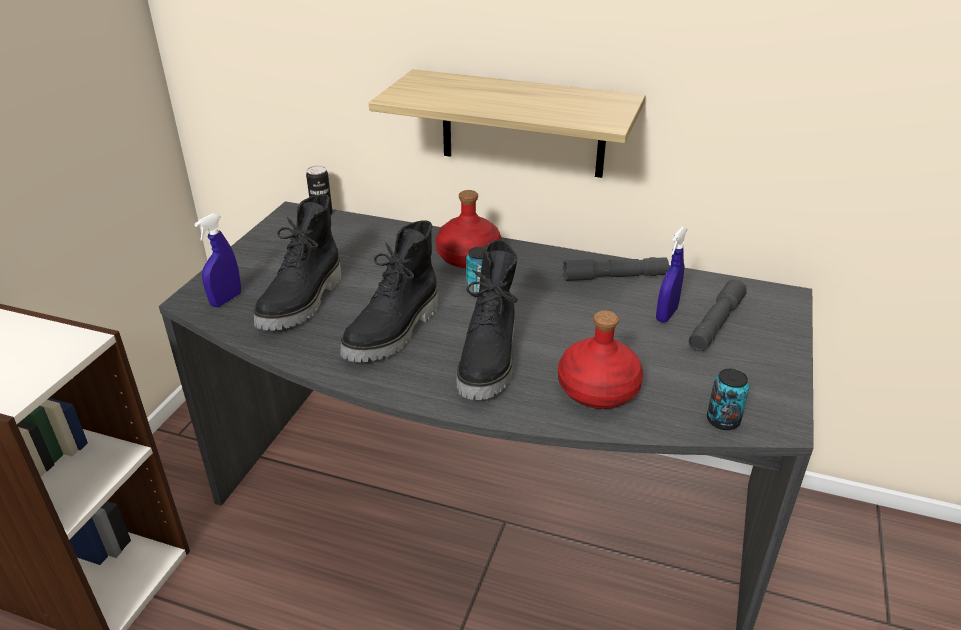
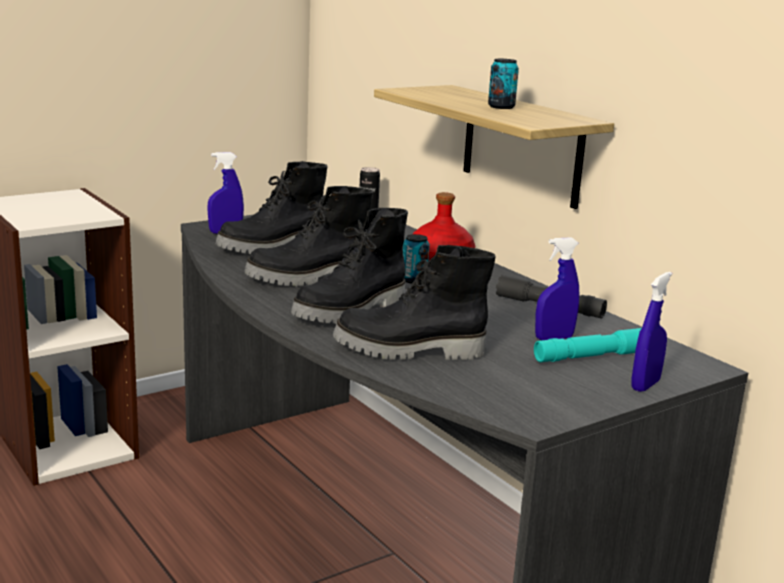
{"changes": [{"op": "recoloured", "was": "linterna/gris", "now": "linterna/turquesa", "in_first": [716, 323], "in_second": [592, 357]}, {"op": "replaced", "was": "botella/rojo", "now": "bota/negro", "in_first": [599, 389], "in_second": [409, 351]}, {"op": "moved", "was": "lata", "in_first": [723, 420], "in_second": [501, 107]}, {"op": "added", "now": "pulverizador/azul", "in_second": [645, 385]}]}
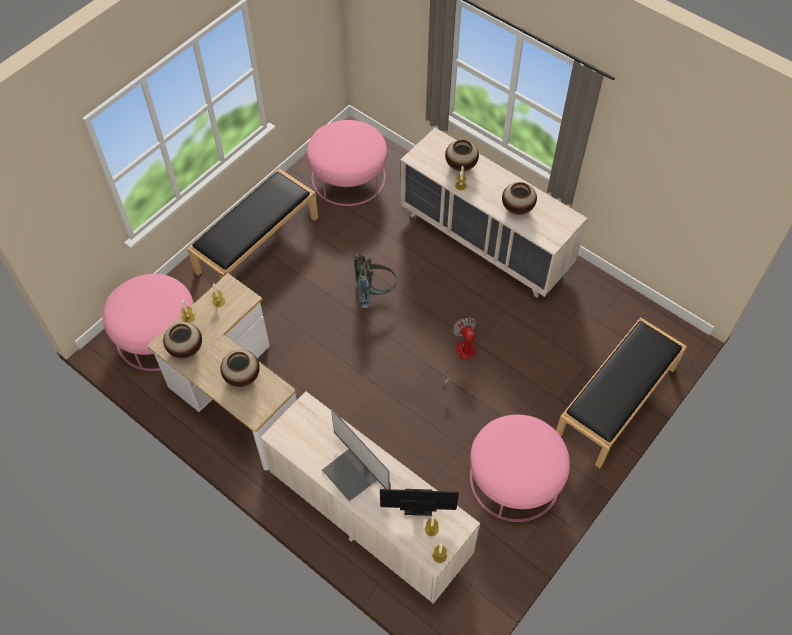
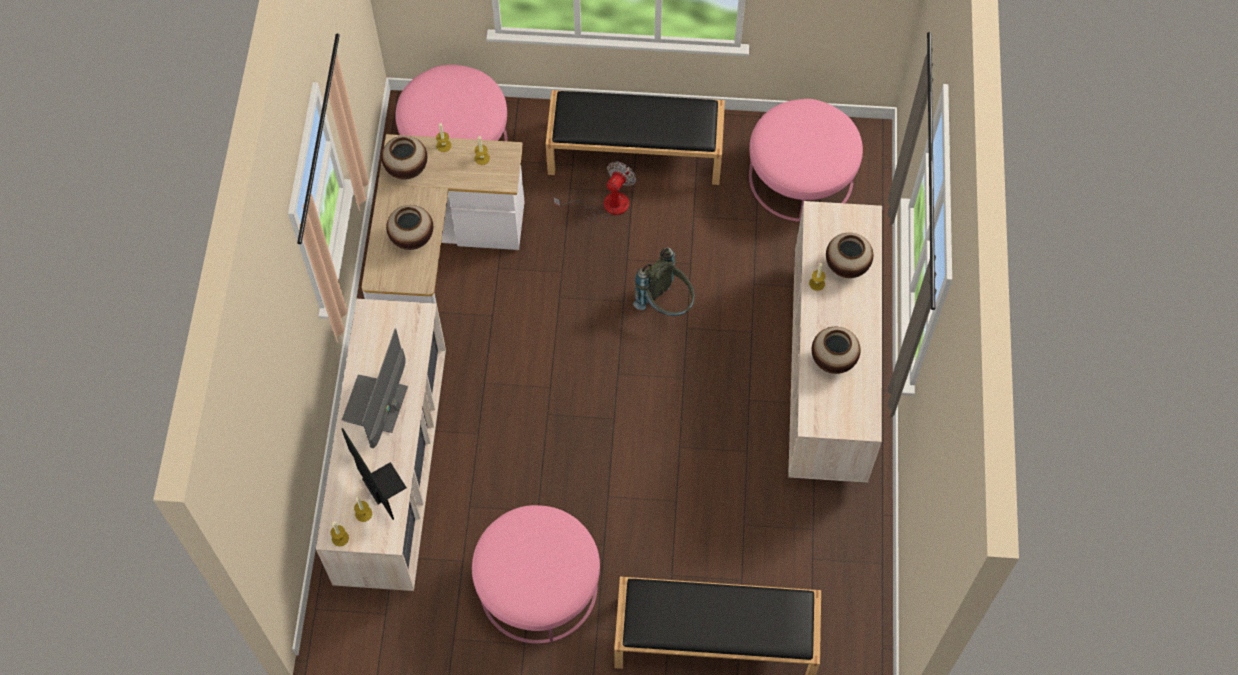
{"changes": [{"op": "moved", "was": "ventilador", "in_first": [462, 356], "in_second": [606, 205]}]}
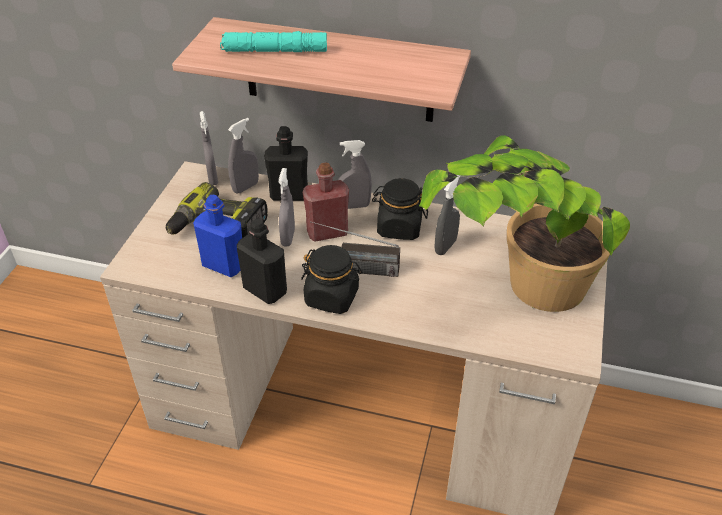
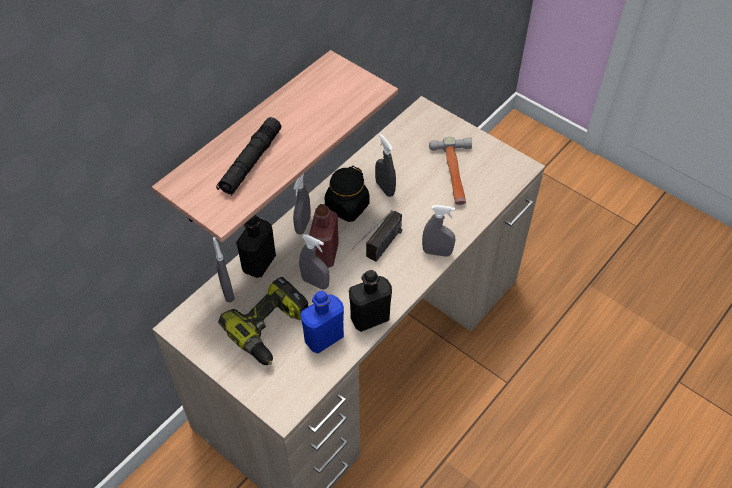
{"changes": [{"op": "recoloured", "was": "linterna/turquesa", "now": "linterna/negro", "in_first": [274, 51], "in_second": [250, 162]}, {"op": "moved", "was": "pulverizador/gris", "in_first": [212, 178], "in_second": [437, 252]}, {"op": "replaced", "was": "planta en maceta", "now": "martillo", "in_first": [512, 296], "in_second": [454, 174]}, {"op": "removed", "was": "tarro/negro", "in_first": [332, 297]}]}
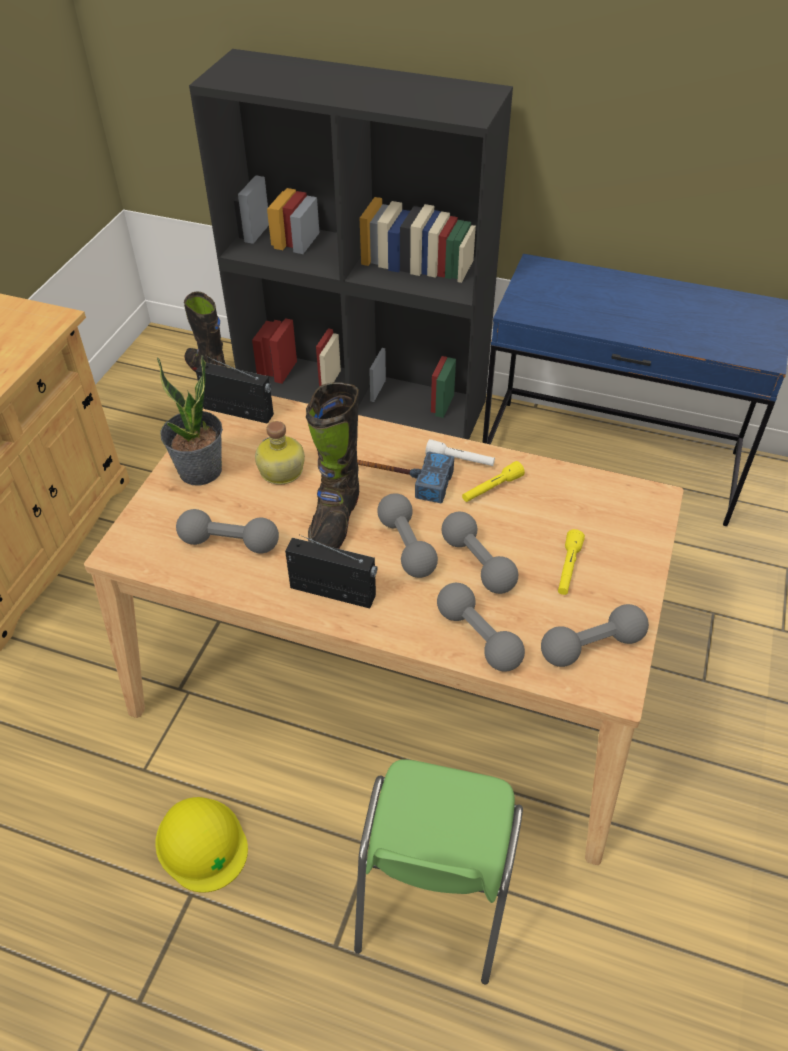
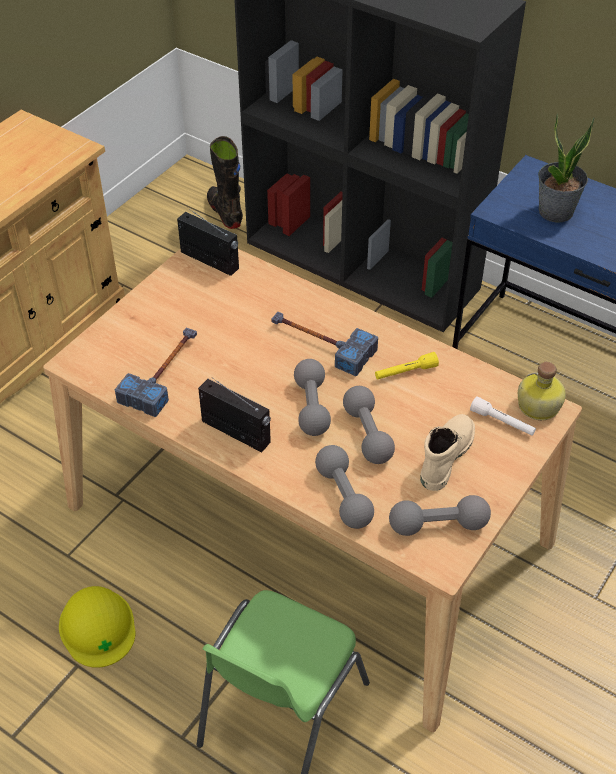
{"changes": [{"op": "moved", "was": "planta en maceta", "in_first": [200, 471], "in_second": [555, 212]}, {"op": "removed", "was": "bota/negro", "in_first": [334, 520]}, {"op": "moved", "was": "botella", "in_first": [280, 471], "in_second": [537, 407]}, {"op": "moved", "was": "linterna/blanco", "in_first": [460, 460], "in_second": [502, 422]}, {"op": "replaced", "was": "mancuerna/gris", "now": "martillo", "in_first": [229, 543], "in_second": [165, 373]}, {"op": "replaced", "was": "linterna/amarillo", "now": "bota/beis", "in_first": [568, 568], "in_second": [445, 455]}]}
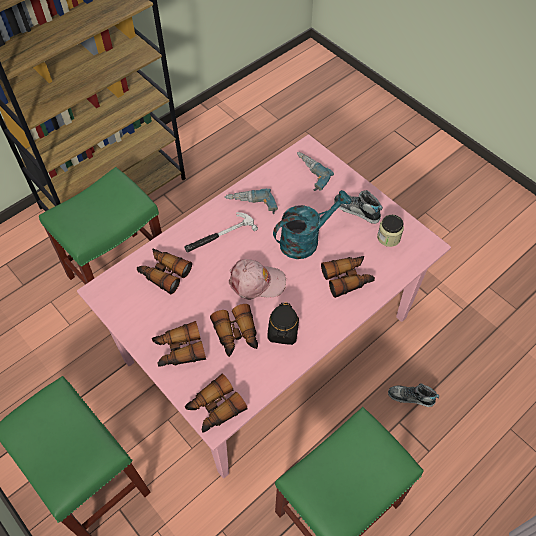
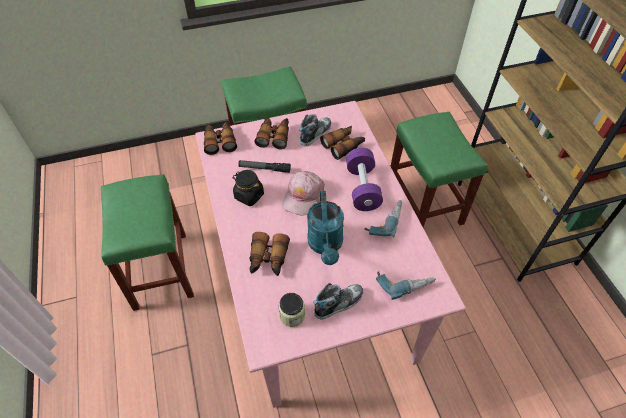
{"changes": [{"op": "replaced", "was": "martillo", "now": "mancuerna/morado", "in_first": [219, 235], "in_second": [362, 188]}, {"op": "replaced", "was": "prismáticos", "now": "linterna", "in_first": [236, 335], "in_second": [264, 168]}, {"op": "moved", "was": "zapato", "in_first": [411, 397], "in_second": [315, 134]}]}
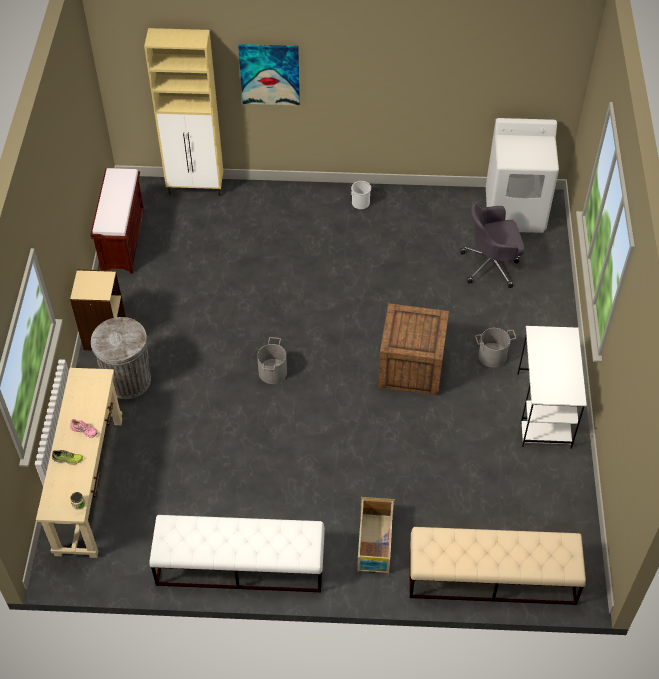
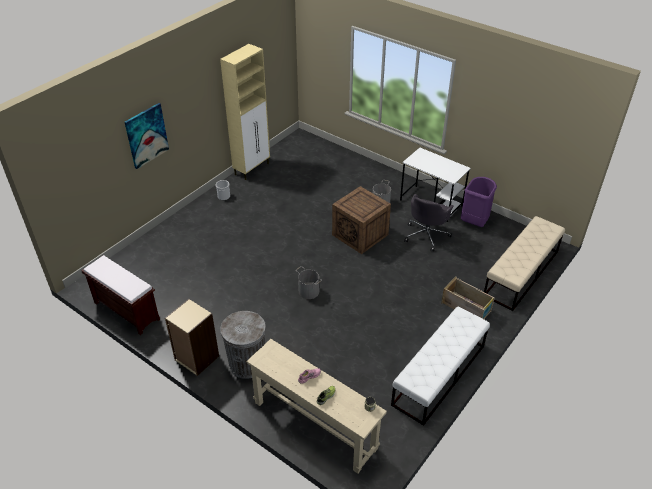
{"changes": [{"op": "moved", "was": "armario/beis", "in_first": [196, 188], "in_second": [252, 169]}, {"op": "removed", "was": "lavadora/blanco", "in_first": [515, 211]}, {"op": "moved", "was": "silla de oficina/gris", "in_first": [491, 265], "in_second": [426, 235]}, {"op": "added", "now": "papelera/morado", "in_second": [474, 222]}]}
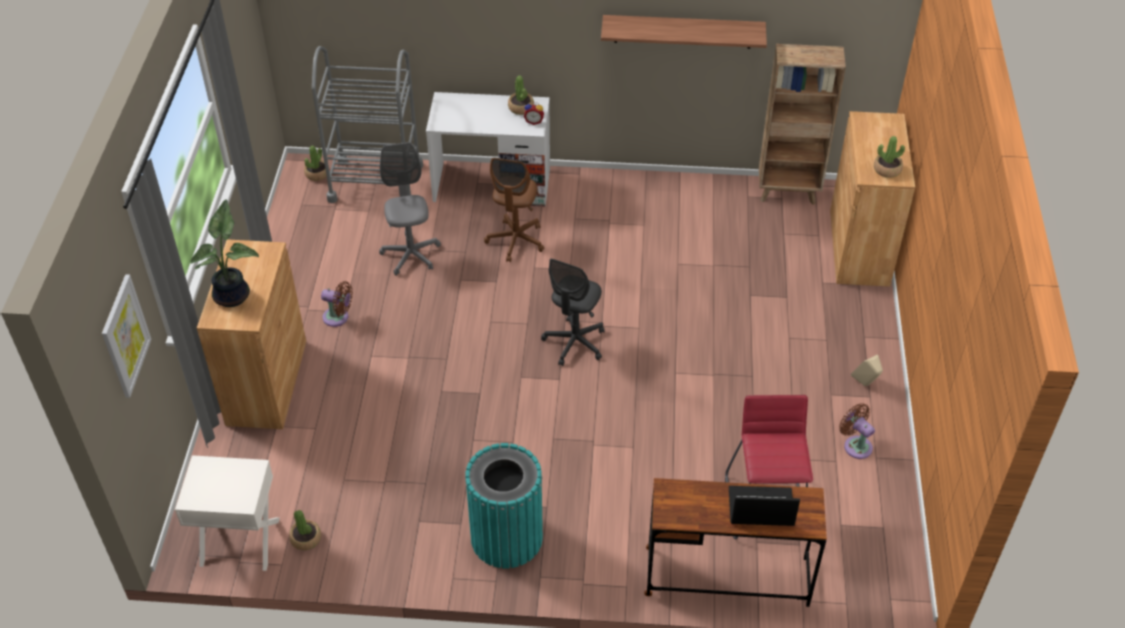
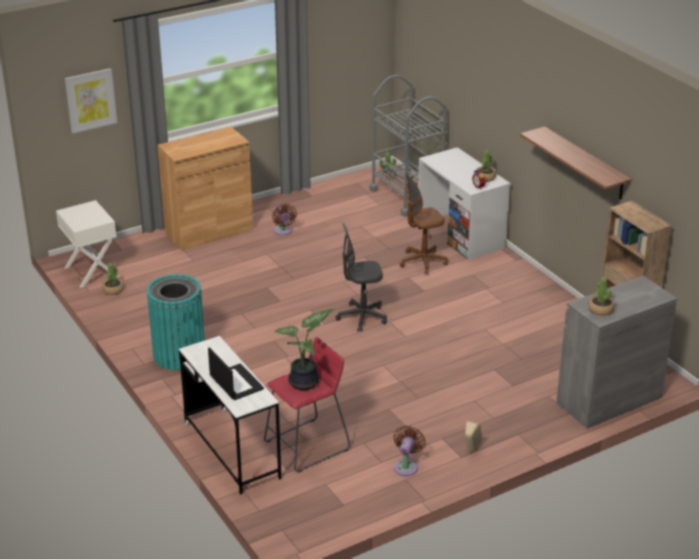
{"changes": [{"op": "recoloured", "was": "armario/marrón", "now": "armario/gris", "in_first": [859, 247], "in_second": [608, 400]}, {"op": "removed", "was": "silla de oficina/gris", "in_first": [411, 255]}, {"op": "moved", "was": "planta en maceta", "in_first": [234, 295], "in_second": [305, 383]}, {"op": "recoloured", "was": "escritorio/marrón", "now": "escritorio/blanco", "in_first": [727, 576], "in_second": [231, 450]}]}
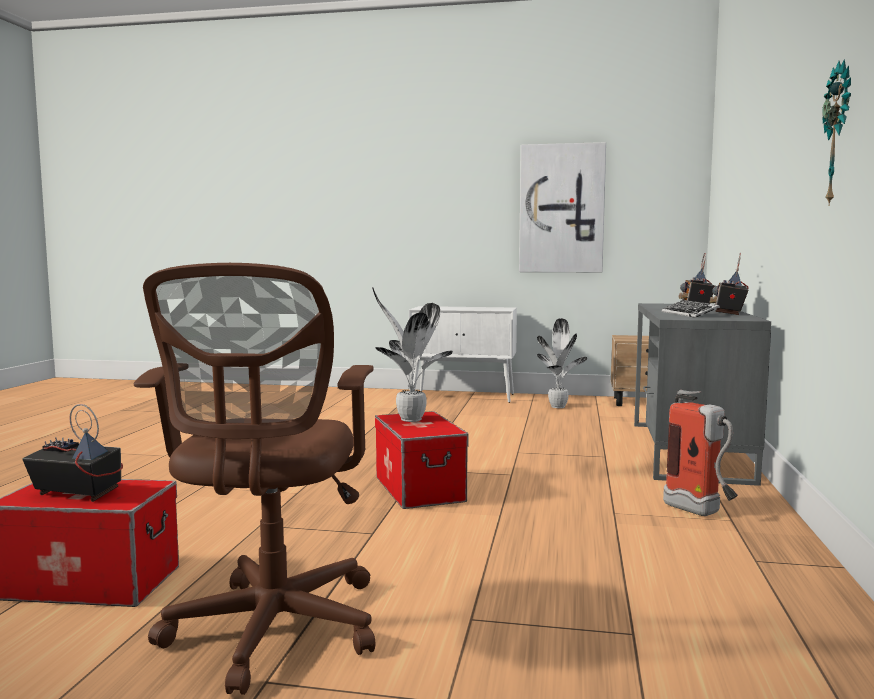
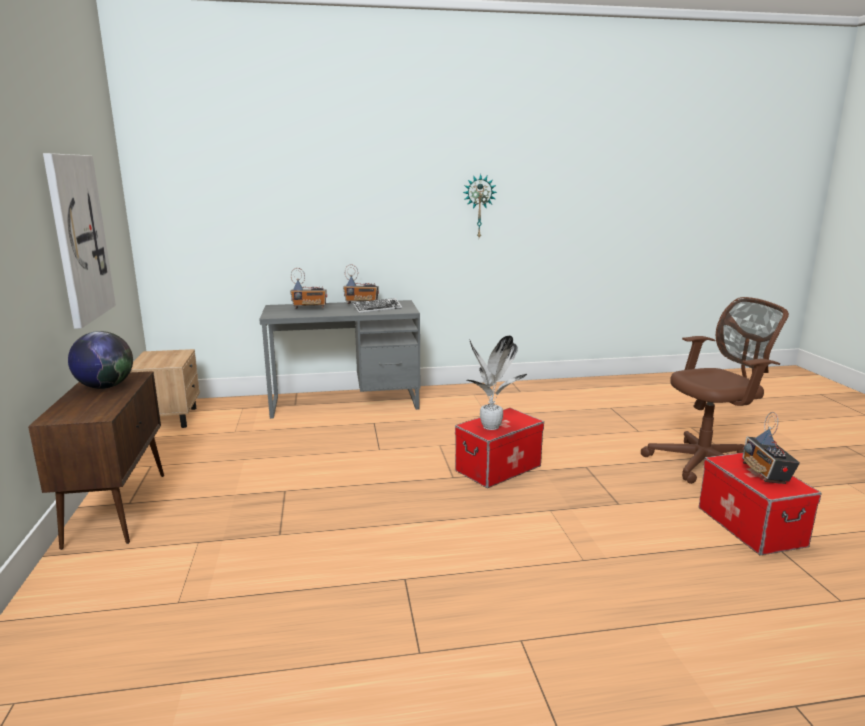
{"changes": [{"op": "recoloured", "was": "armario/blanco", "now": "armario/marrón", "in_first": [464, 396], "in_second": [117, 508]}, {"op": "removed", "was": "planta en maceta", "in_first": [558, 406]}, {"op": "removed", "was": "extintor", "in_first": [700, 512]}, {"op": "added", "now": "globo terráqueo", "in_second": [105, 387]}]}
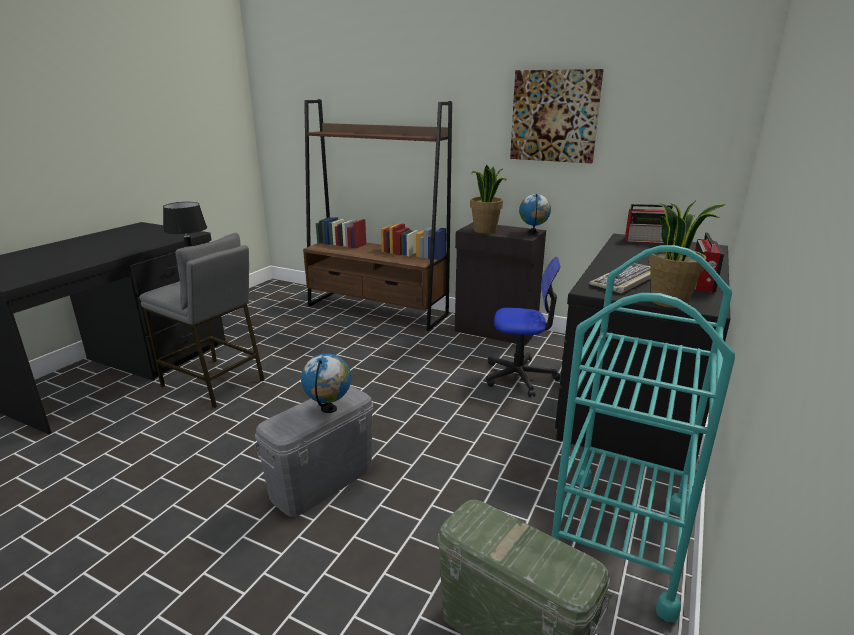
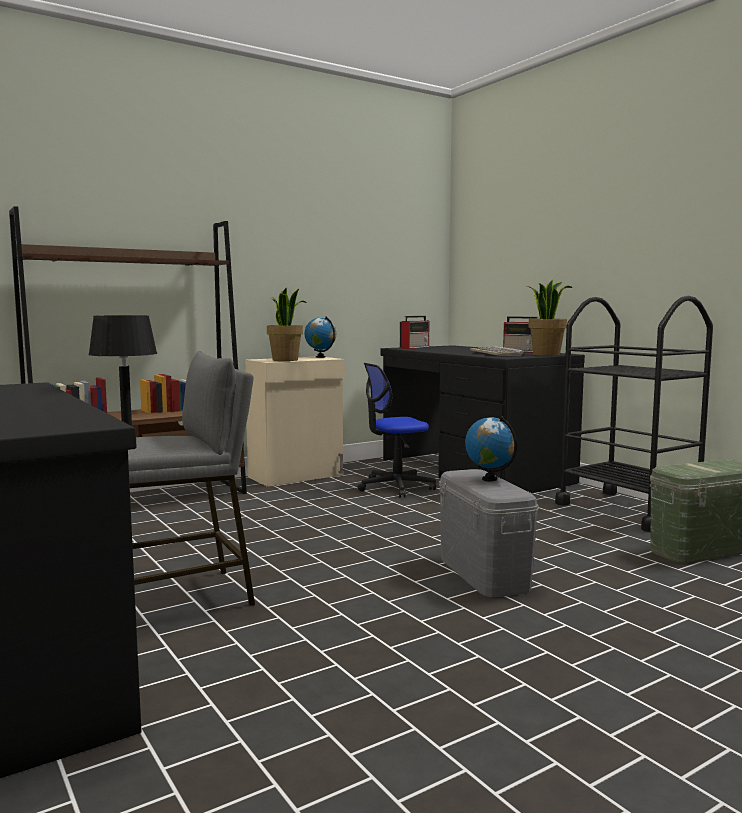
{"changes": [{"op": "removed", "was": "cuadro", "in_first": [554, 116]}, {"op": "recoloured", "was": "armario/negro", "now": "armario/beis", "in_first": [496, 331], "in_second": [297, 476]}, {"op": "recoloured", "was": "carrito/turquesa", "now": "carrito/negro", "in_first": [619, 538], "in_second": [628, 510]}, {"op": "turned", "was": "silla de oficina", "in_first": [519, 376], "in_second": [395, 487], "clockwise": -150}]}
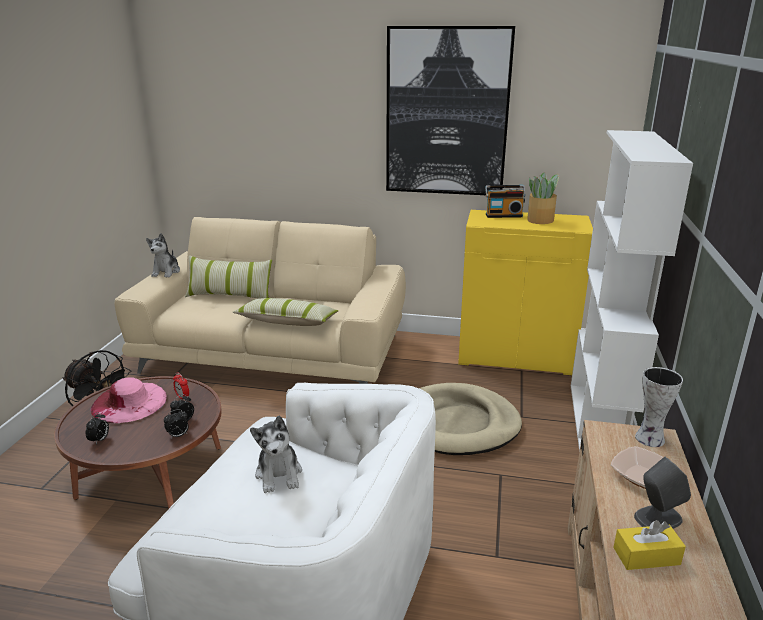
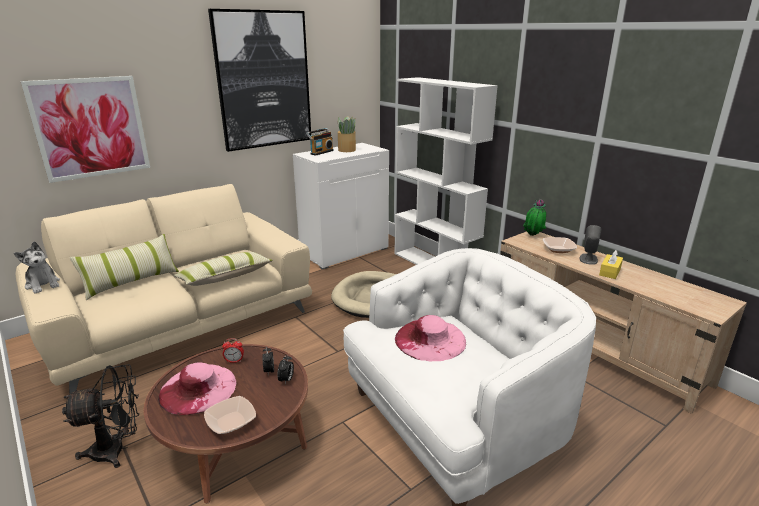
{"changes": [{"op": "recoloured", "was": "armario/amarillo", "now": "armario/blanco", "in_first": [516, 356], "in_second": [344, 251]}, {"op": "replaced", "was": "florero", "now": "planta en maceta", "in_first": [648, 439], "in_second": [533, 236]}, {"op": "replaced", "was": "despertador", "now": "cuenco", "in_first": [100, 440], "in_second": [231, 422]}, {"op": "replaced", "was": "peluche", "now": "sombrero/rosa", "in_first": [279, 474], "in_second": [430, 340]}, {"op": "added", "now": "cuadro", "in_second": [91, 128]}]}
